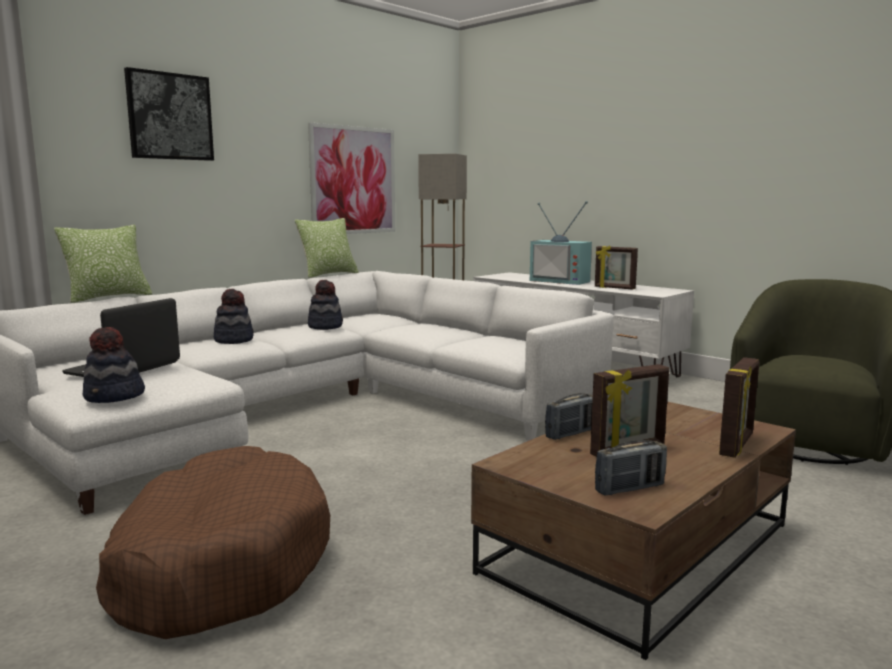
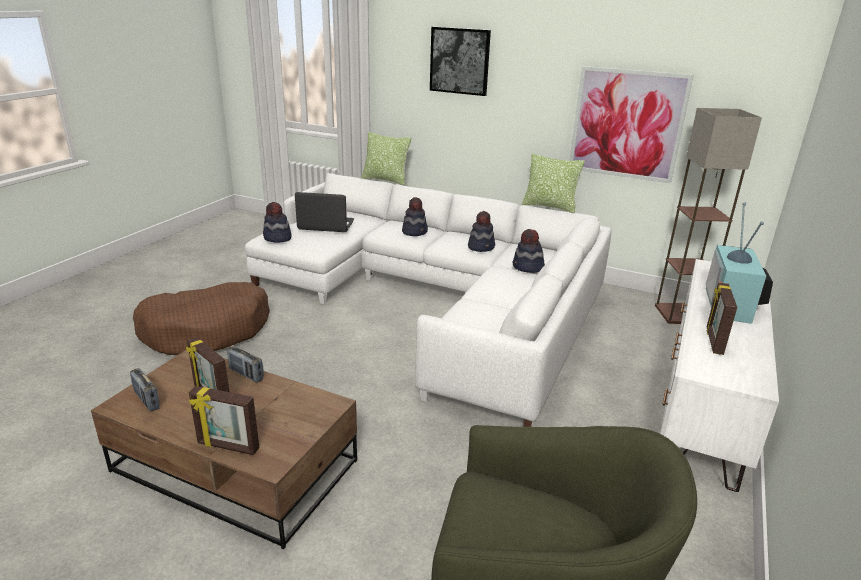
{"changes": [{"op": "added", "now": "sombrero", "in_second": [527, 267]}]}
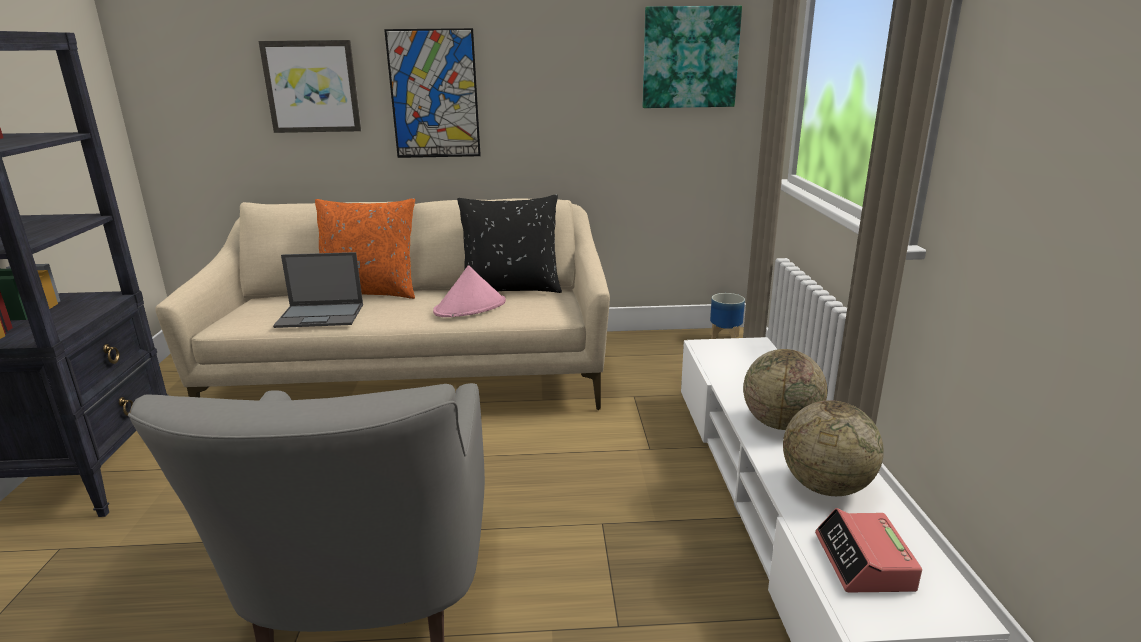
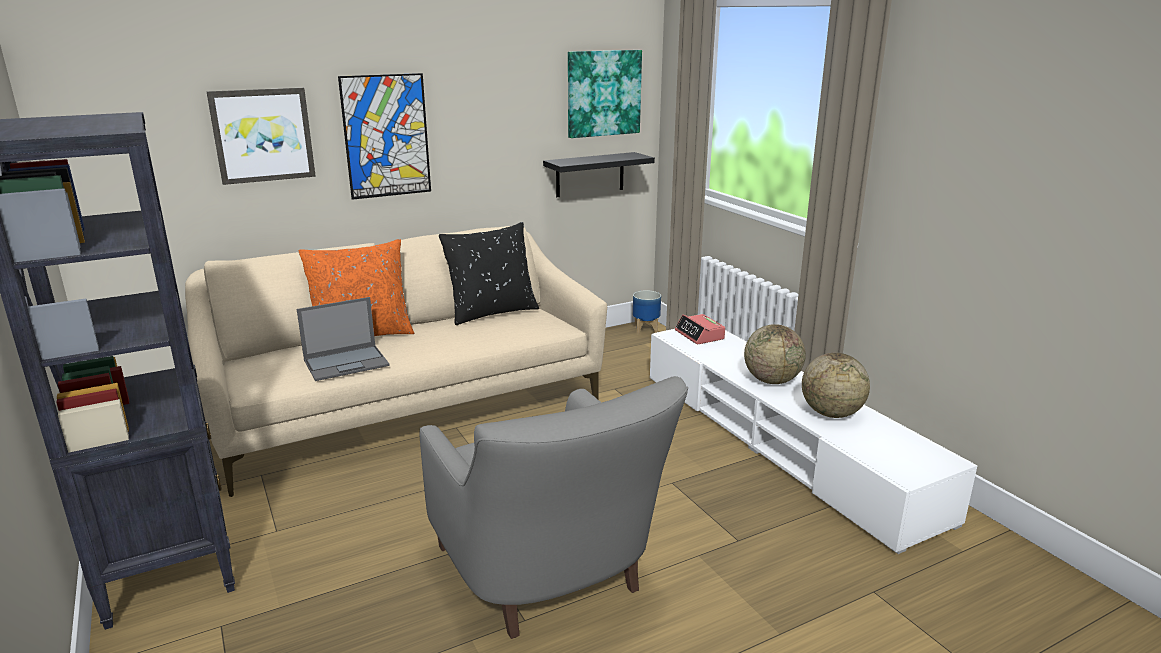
{"changes": [{"op": "removed", "was": "sombrero/rosa", "in_first": [470, 307]}, {"op": "moved", "was": "despertador", "in_first": [864, 562], "in_second": [699, 335]}, {"op": "added", "now": "estante/negro", "in_second": [590, 174]}]}
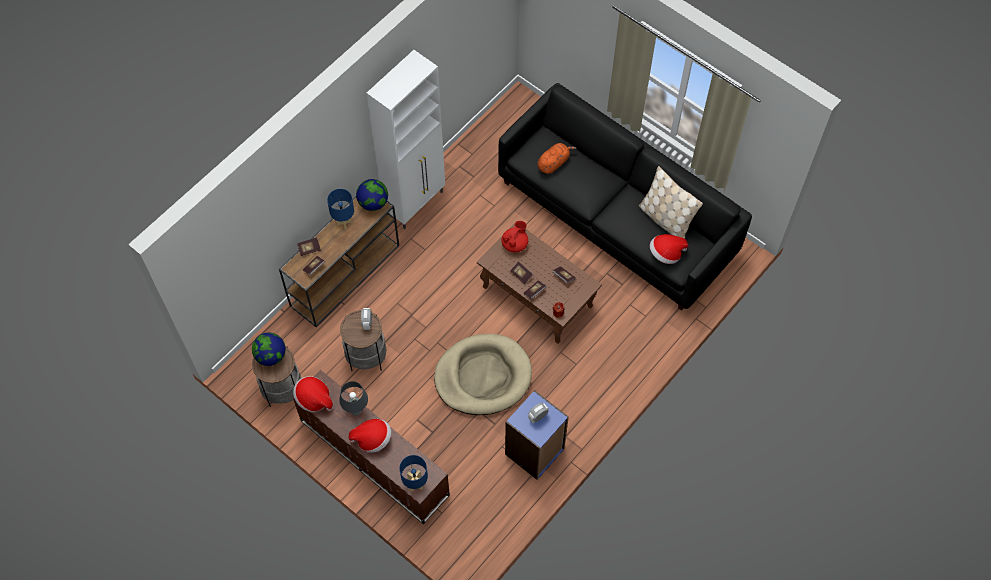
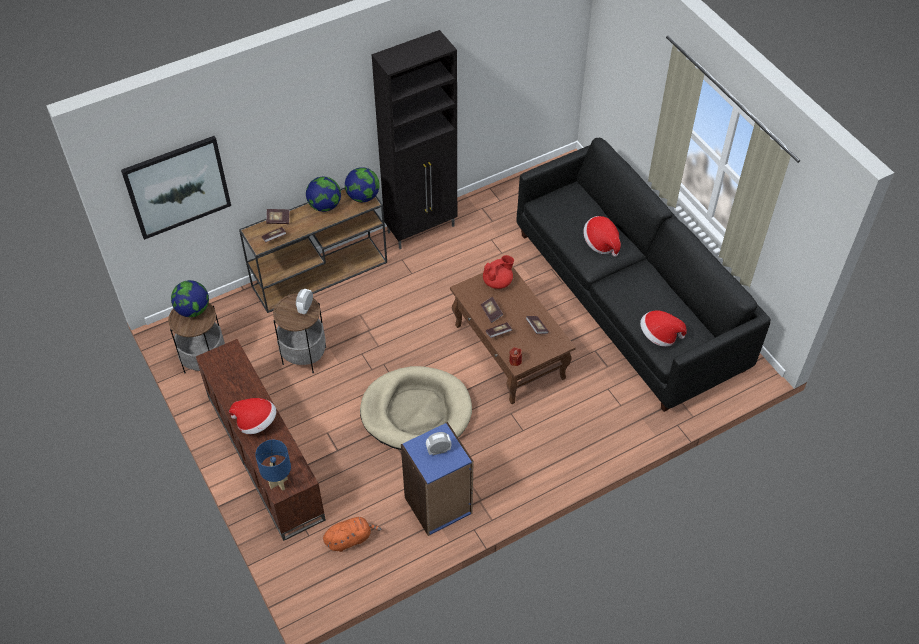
{"changes": [{"op": "recoloured", "was": "armario/blanco", "now": "armario/negro", "in_first": [416, 203], "in_second": [422, 229]}, {"op": "moved", "was": "peluche/naranja", "in_first": [554, 163], "in_second": [350, 539]}, {"op": "removed", "was": "cojín/beis", "in_first": [665, 219]}, {"op": "replaced", "was": "lámpara de mesa/azul", "now": "globo terráqueo", "in_first": [344, 222], "in_second": [325, 206]}, {"op": "moved", "was": "sombrero", "in_first": [314, 399], "in_second": [601, 243]}, {"op": "removed", "was": "lámpara de mesa/gris", "in_first": [356, 410]}, {"op": "added", "now": "cuadro", "in_second": [177, 187]}]}
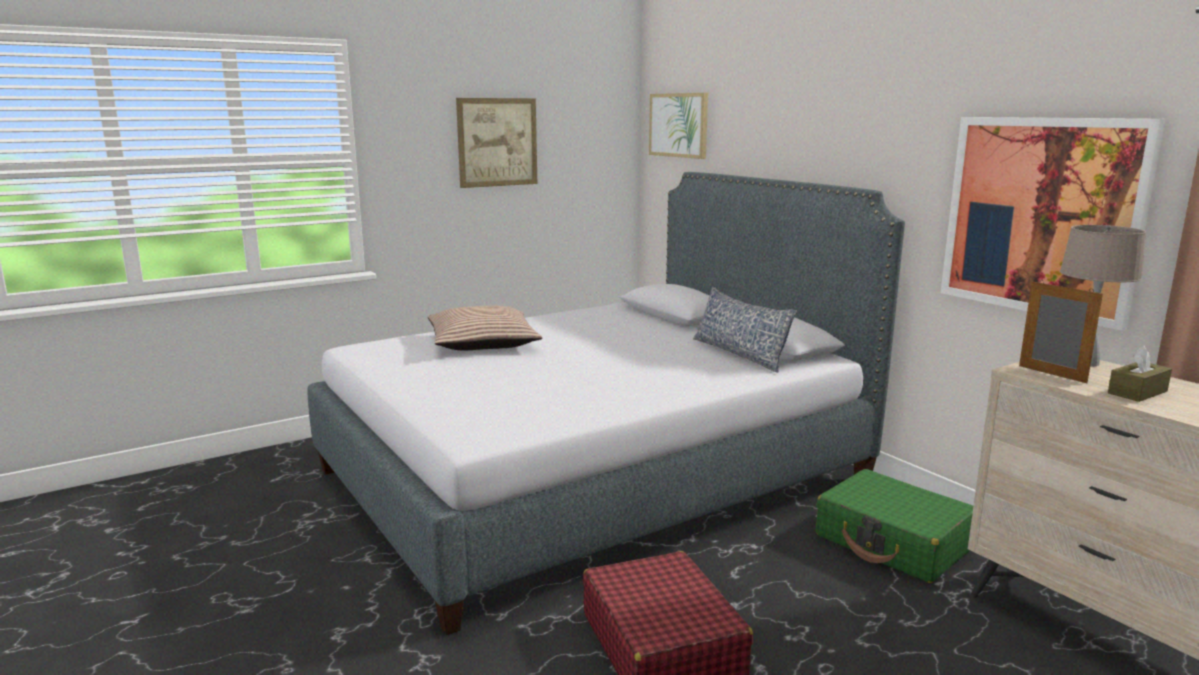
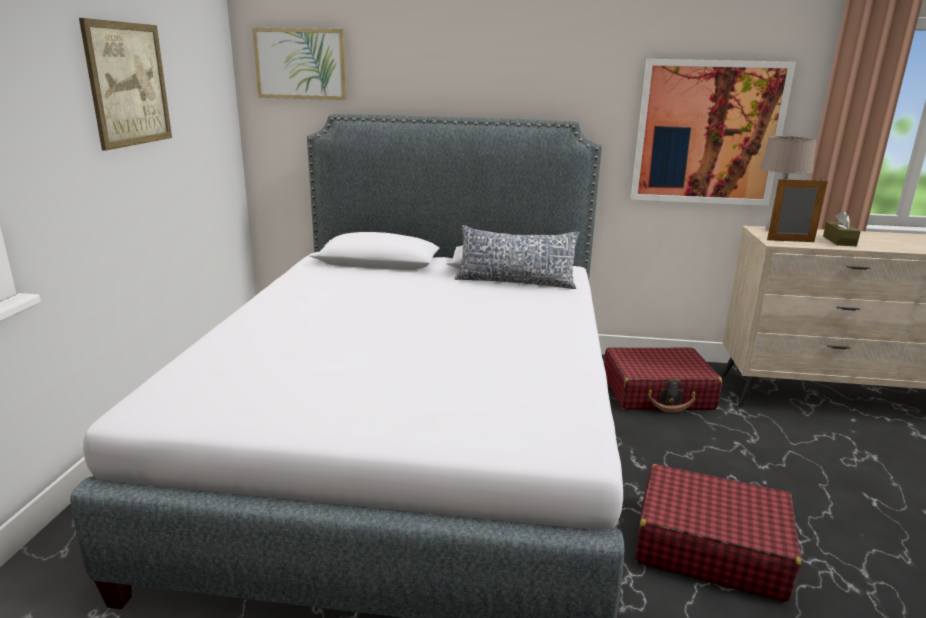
{"changes": [{"op": "removed", "was": "cojín", "in_first": [483, 342]}, {"op": "recoloured", "was": "maleta/verde", "now": "maleta/rojo", "in_first": [893, 542], "in_second": [658, 393]}]}
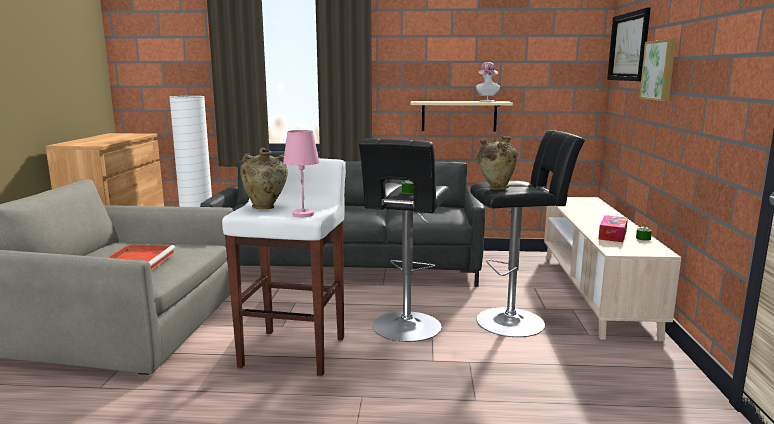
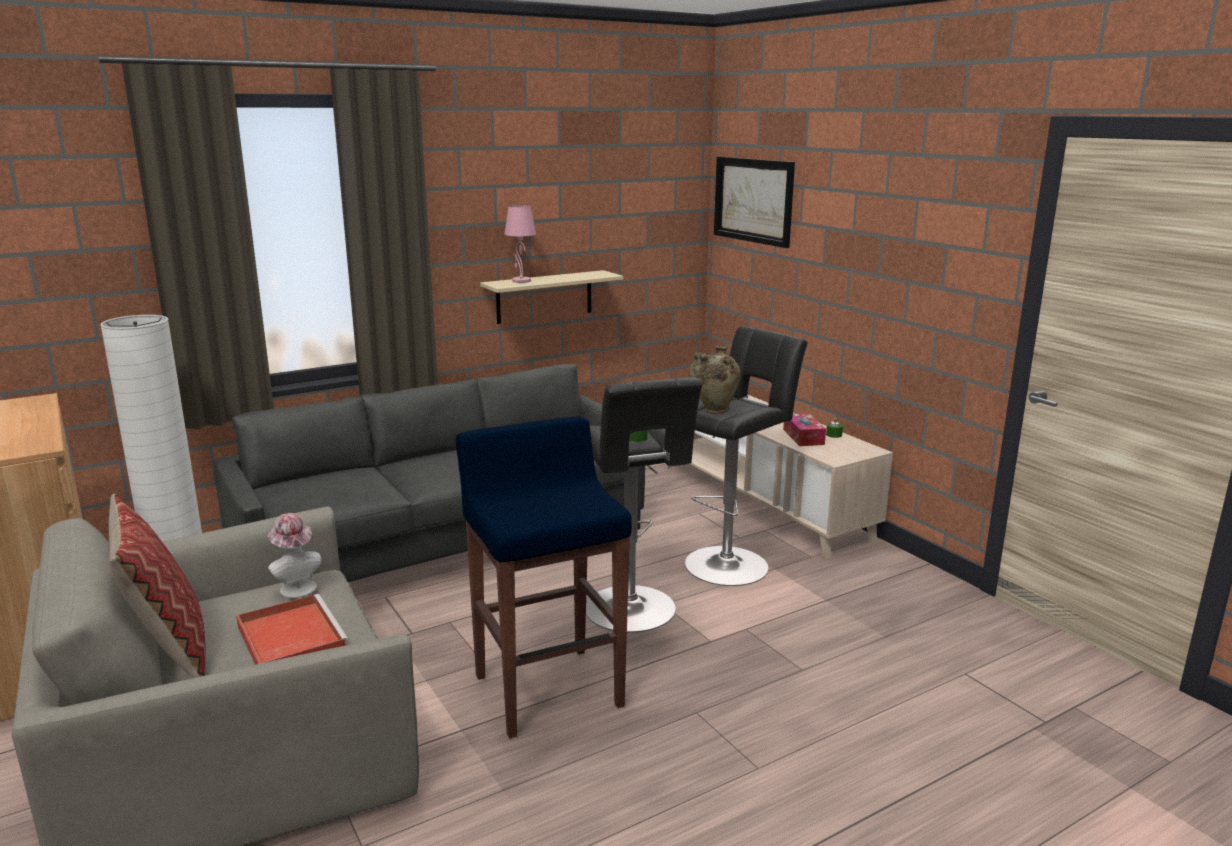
{"changes": [{"op": "removed", "was": "cuadro", "in_first": [660, 70]}, {"op": "moved", "was": "sombrero", "in_first": [486, 101], "in_second": [296, 587]}, {"op": "moved", "was": "lámpara de mesa/rosa", "in_first": [302, 214], "in_second": [521, 281]}, {"op": "removed", "was": "florero/beis", "in_first": [265, 207]}, {"op": "recoloured", "was": "taburete/blanco", "now": "taburete/azul", "in_first": [294, 351], "in_second": [547, 689]}, {"op": "added", "now": "cojín", "in_second": [169, 650]}]}
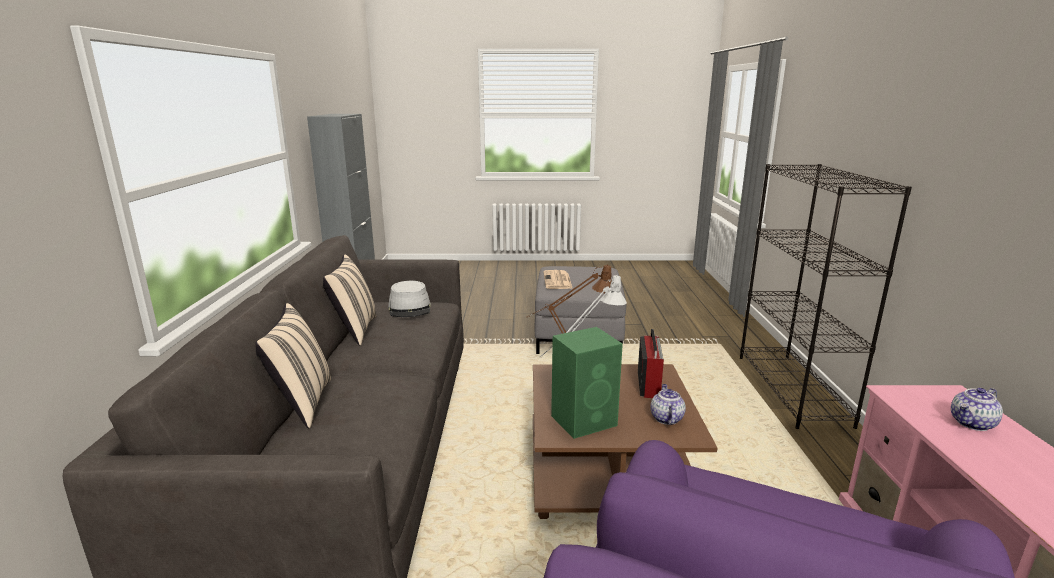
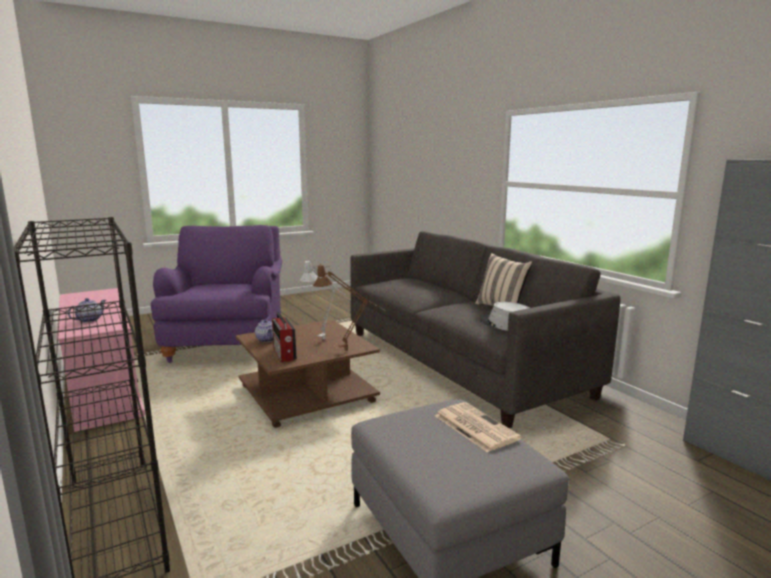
{"changes": [{"op": "removed", "was": "cojín/beis", "in_first": [301, 403]}, {"op": "removed", "was": "altavoz/verde", "in_first": [585, 420]}]}
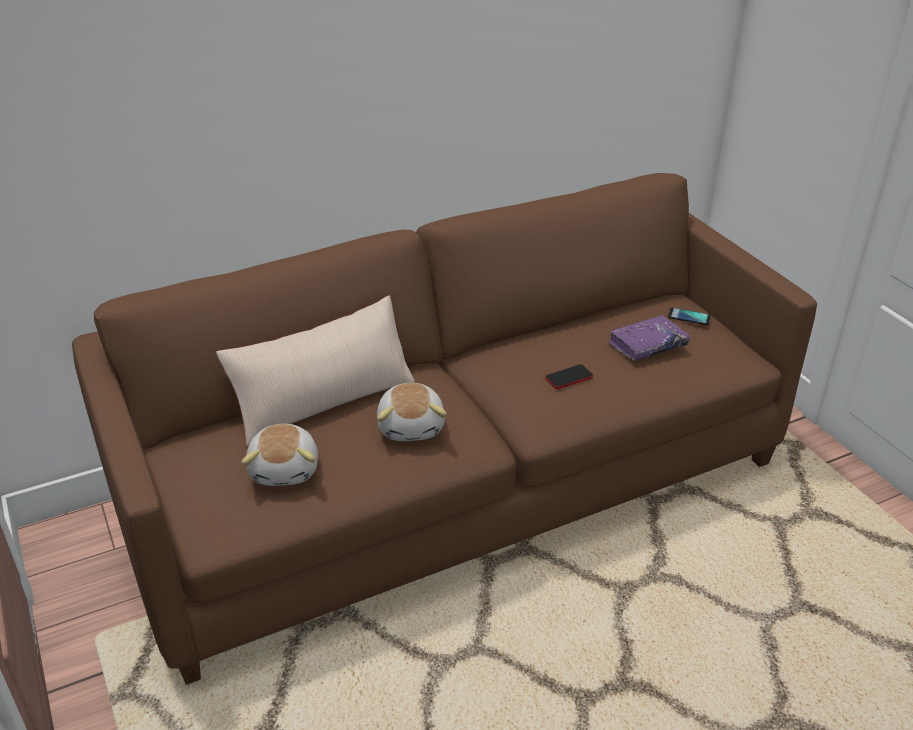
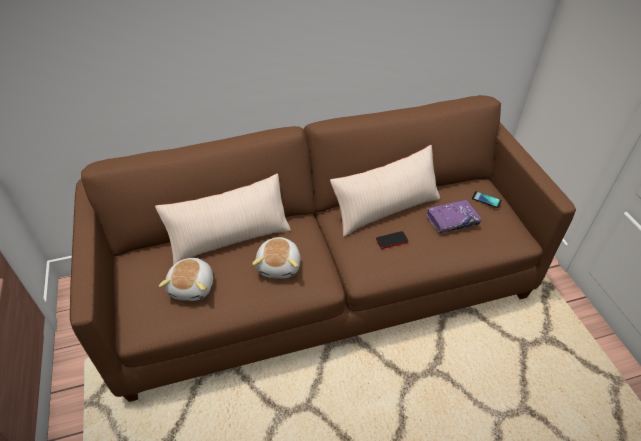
{"changes": [{"op": "added", "now": "cojín/beis", "in_second": [385, 208]}]}
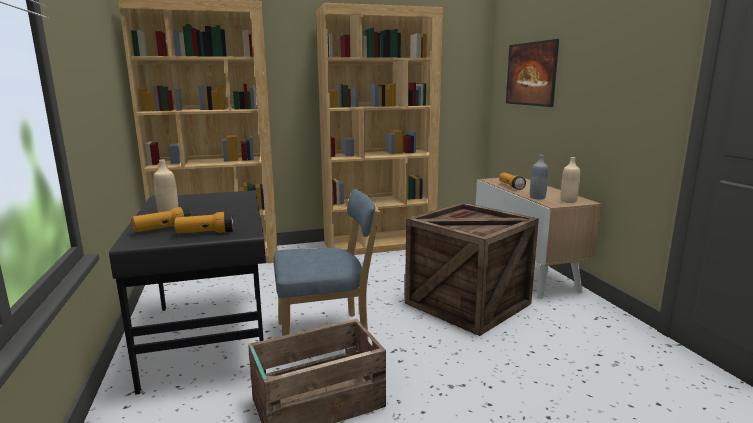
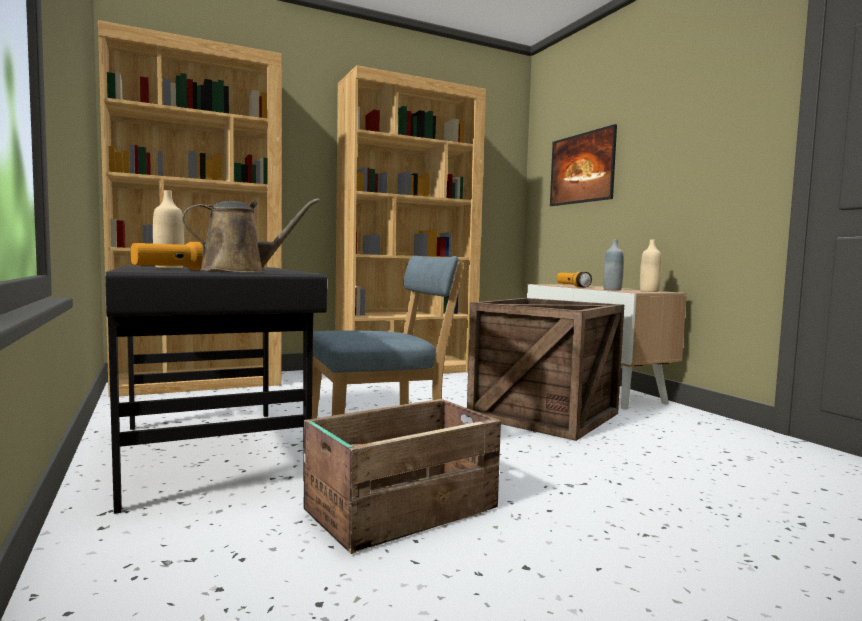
{"changes": [{"op": "replaced", "was": "linterna", "now": "regadera/marrón", "in_first": [205, 233], "in_second": [240, 271]}]}
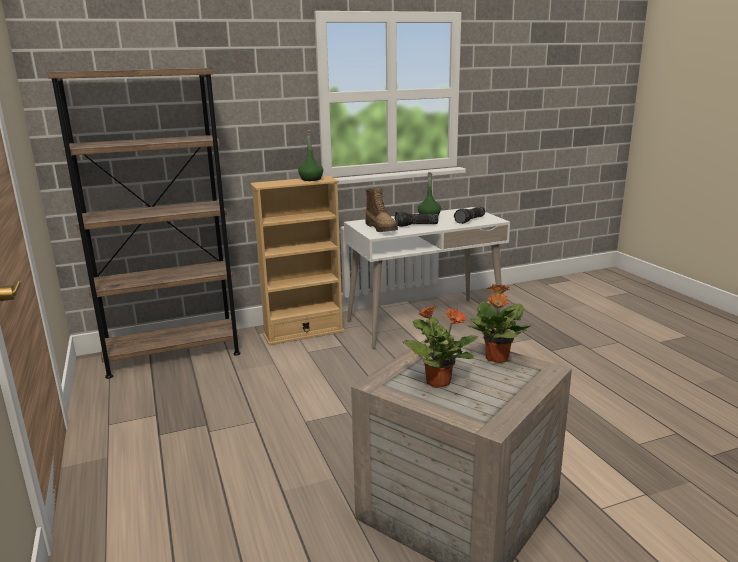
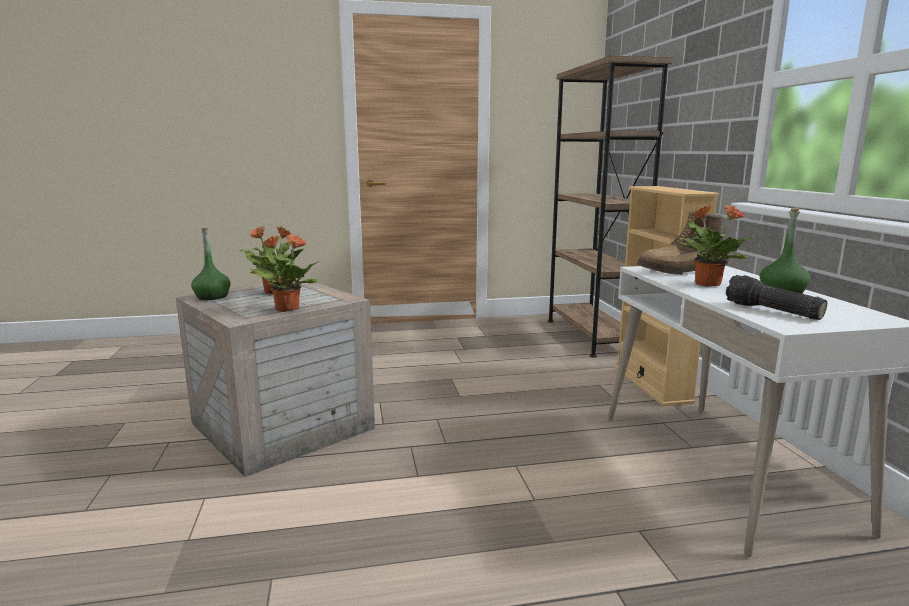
{"changes": [{"op": "moved", "was": "botella/verde", "in_first": [311, 179], "in_second": [212, 297]}, {"op": "replaced", "was": "linterna", "now": "planta en maceta", "in_first": [416, 225], "in_second": [707, 284]}]}
